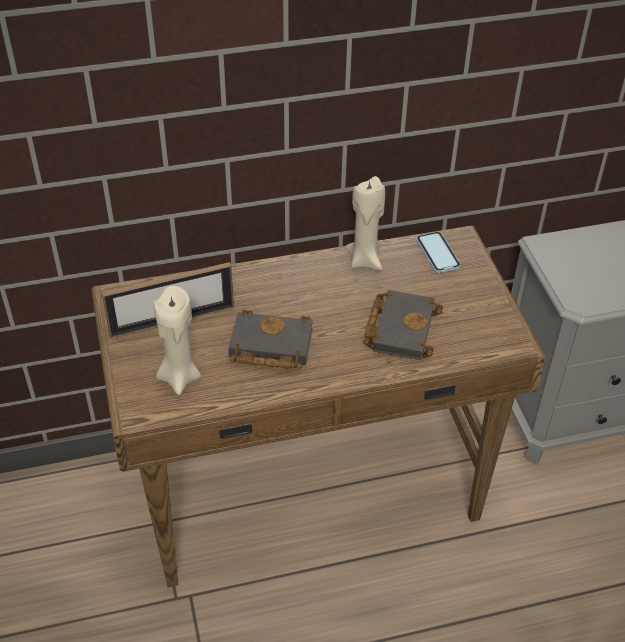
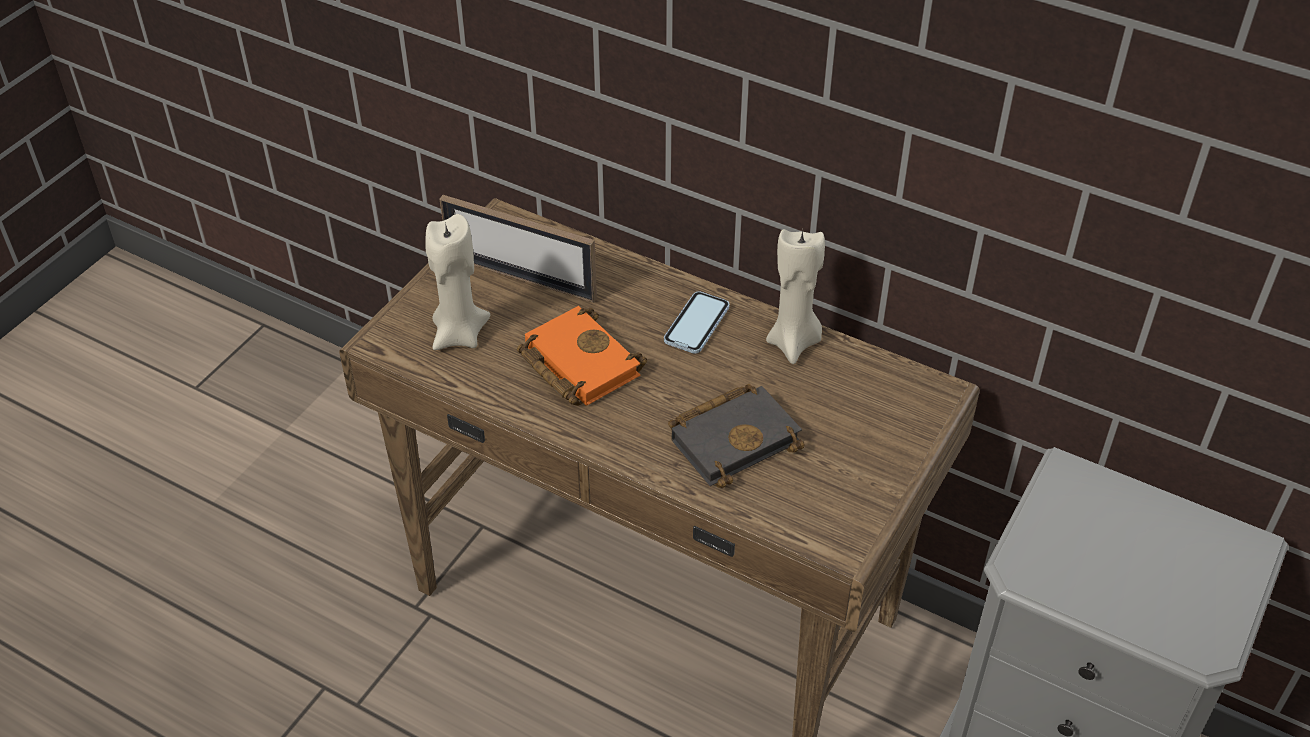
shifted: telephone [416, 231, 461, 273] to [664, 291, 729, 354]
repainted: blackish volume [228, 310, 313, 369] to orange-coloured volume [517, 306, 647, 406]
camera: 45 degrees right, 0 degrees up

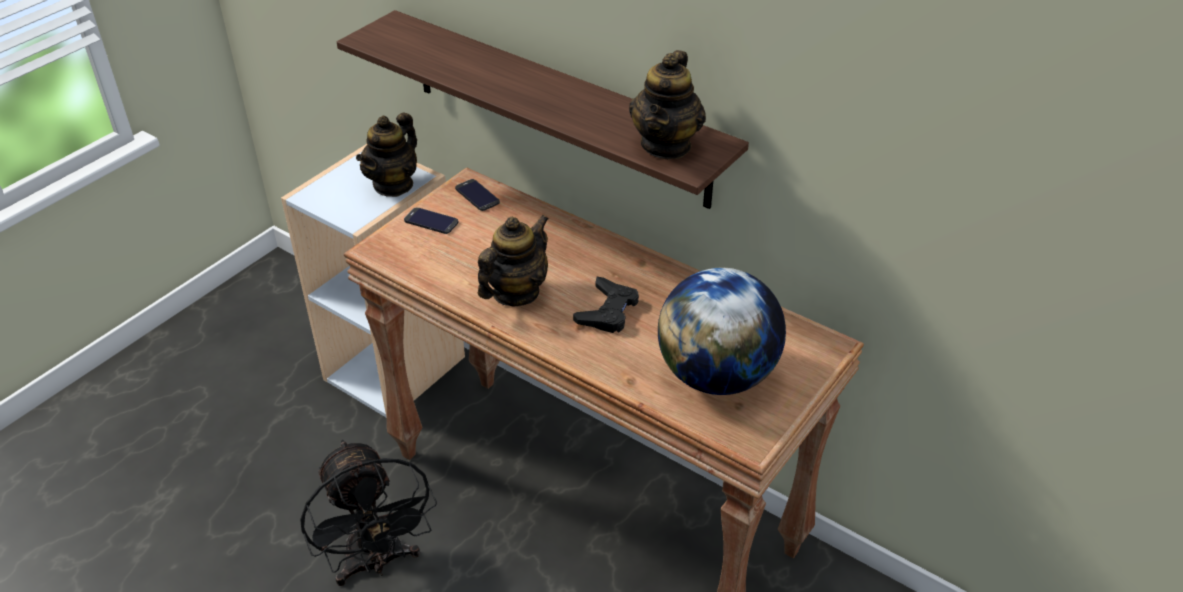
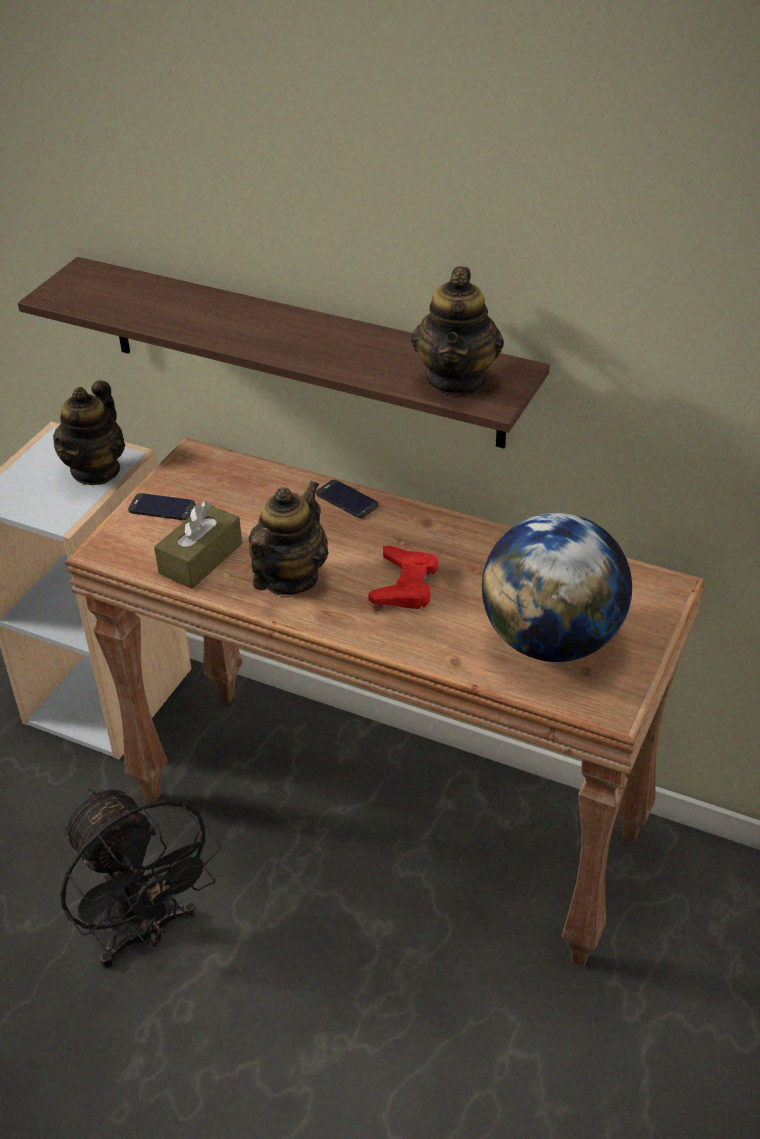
new: brown tissue box [154, 501, 242, 589]
shifted: telephone [455, 179, 500, 211] to [316, 479, 378, 518]
repainted: blackish game controller [573, 277, 639, 333] to red-coloured game controller [368, 546, 438, 609]
camera: 10 degrees left, 0 degrees up

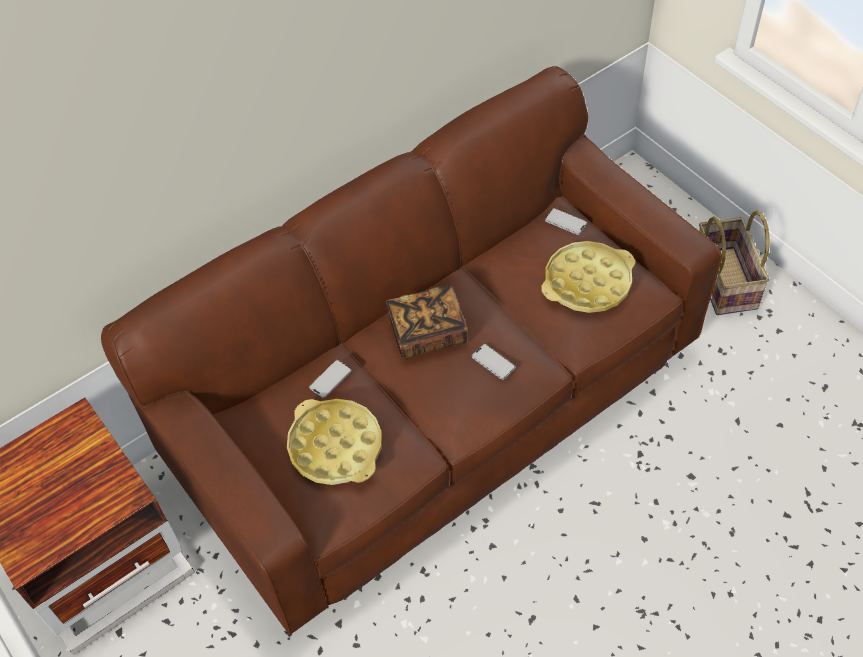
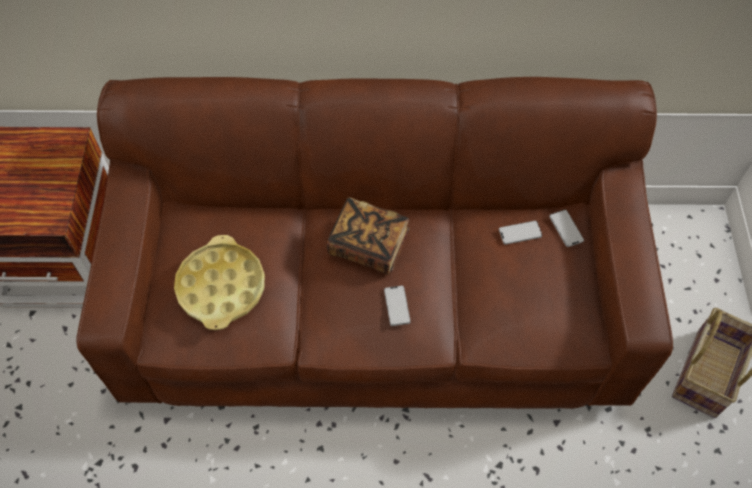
gone: yellow tray [542, 241, 635, 313]
shifted: telephone [309, 360, 351, 398] to [499, 221, 542, 245]
camera: 35 degrees right, 5 degrees up

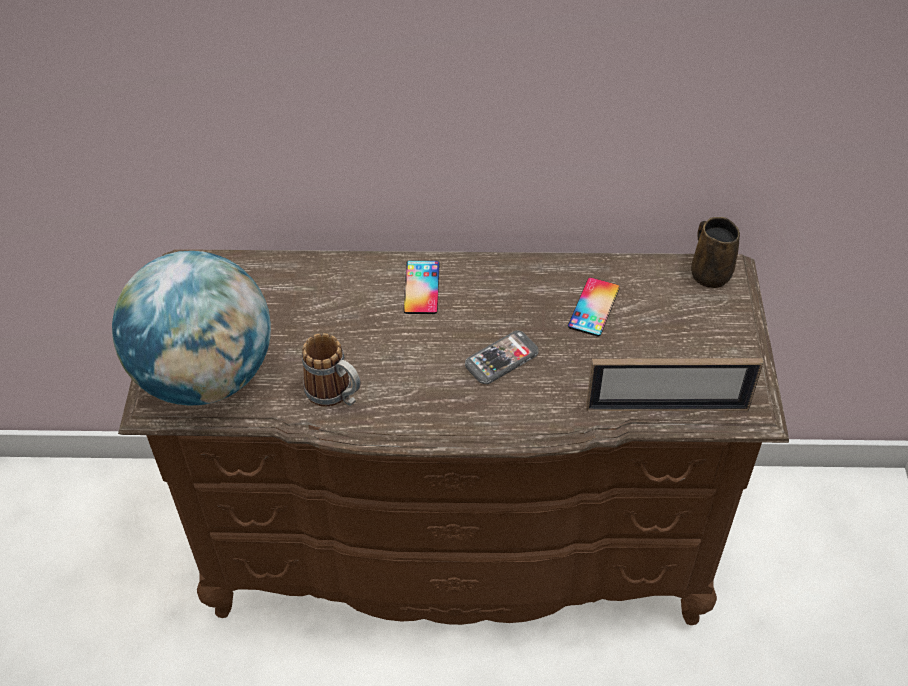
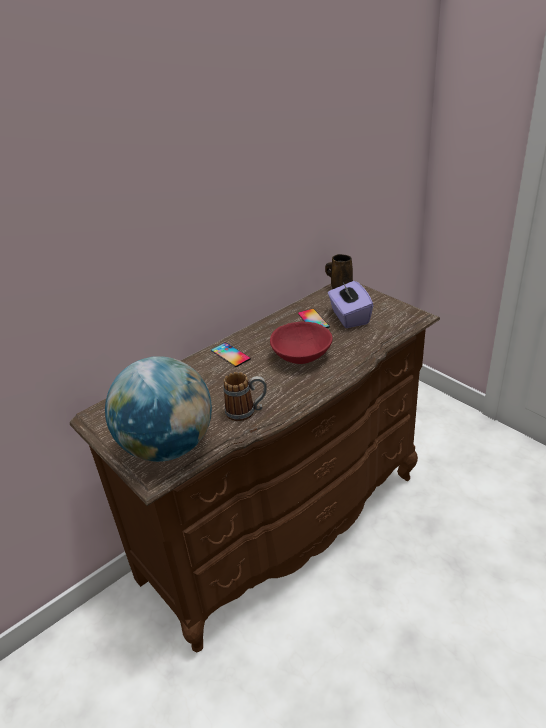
gone: standing frame [586, 358, 763, 411]
new: purplish tissue box [328, 281, 373, 328]
swapped: telephone [465, 330, 539, 384] to red-coloured bowl [270, 322, 333, 364]
camera: 40 degrees left, 15 degrees down

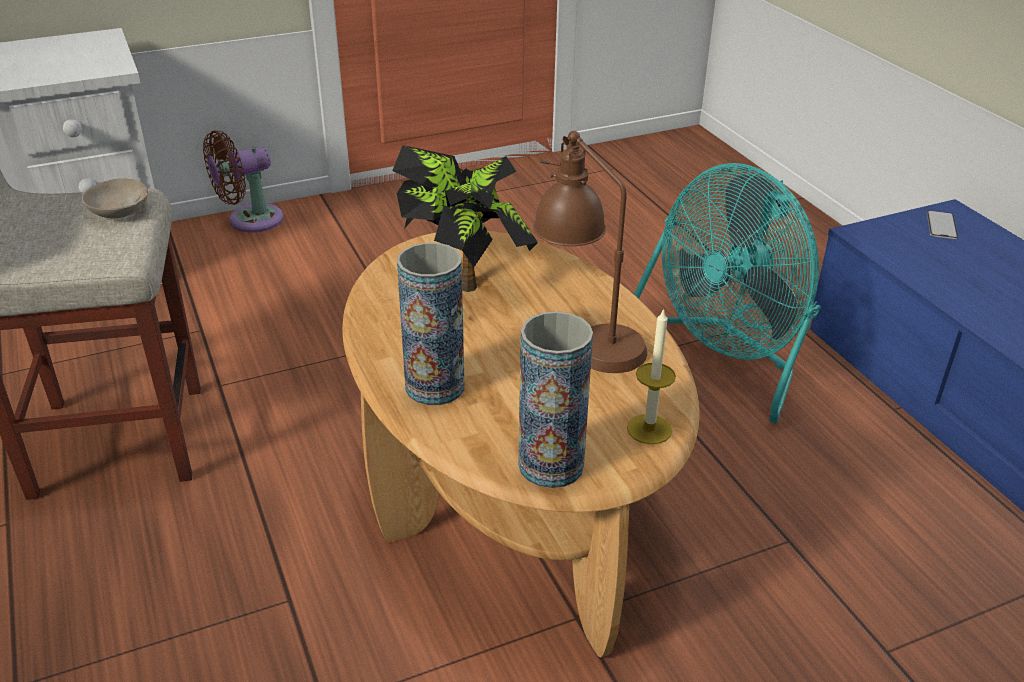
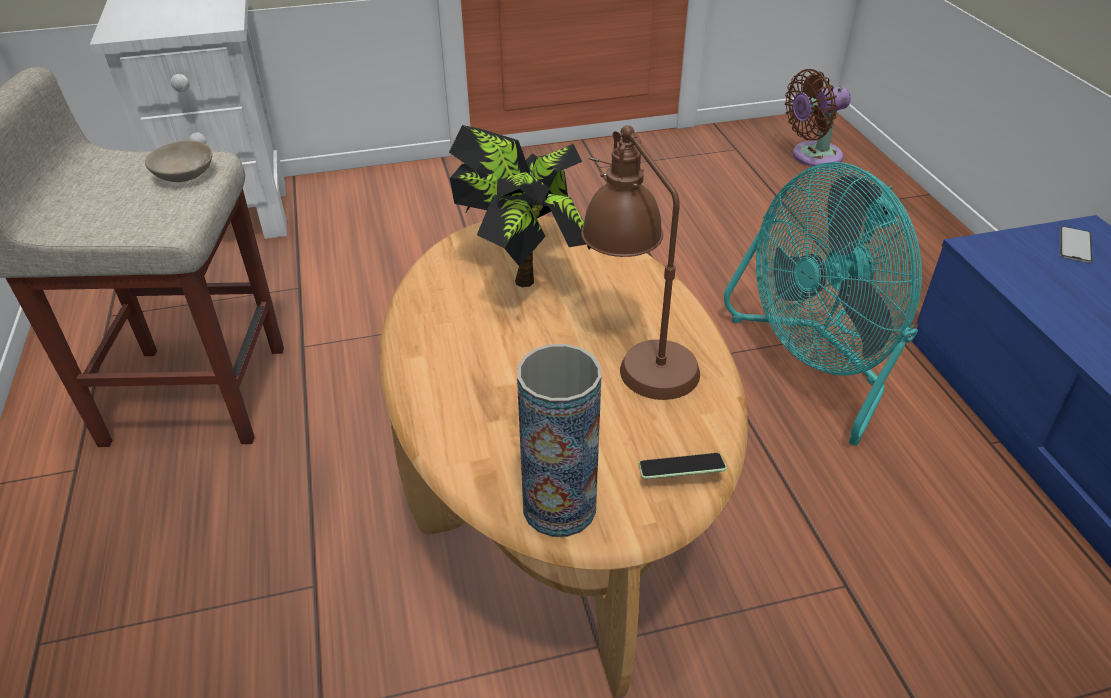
gone: vase [397, 243, 464, 405]
shifted: brown fan [203, 131, 284, 233] to [785, 69, 851, 167]
swapped: wax light [627, 308, 676, 444] to telephone [639, 453, 727, 479]
camera: 10 degrees right, 5 degrees up

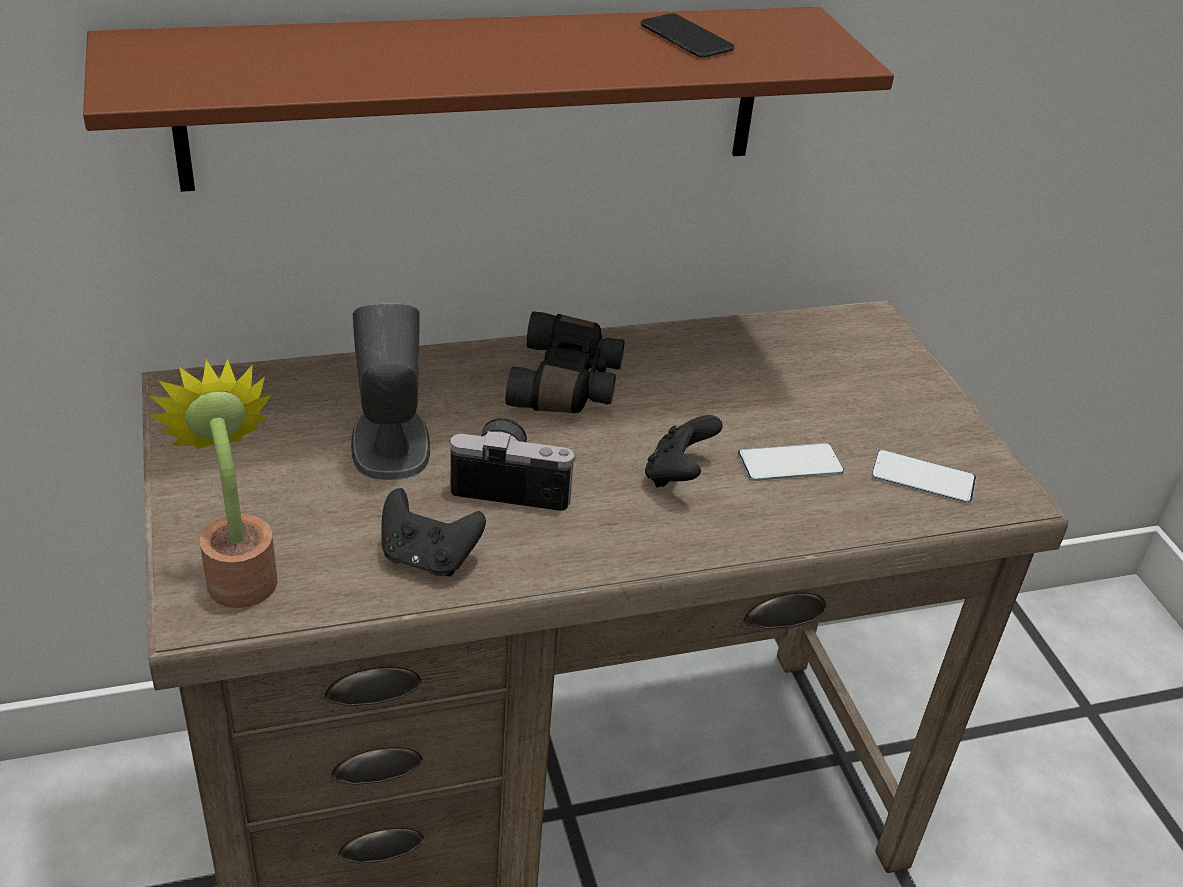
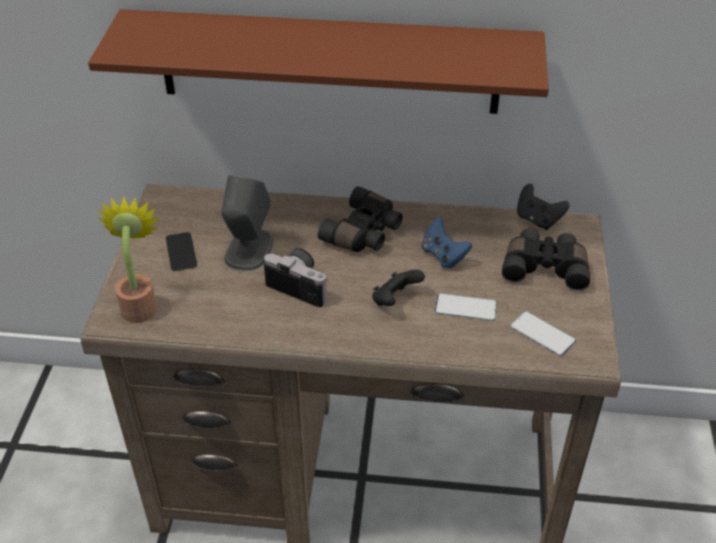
new: bluish game controller [421, 217, 472, 269]; blackish field glasses [502, 228, 590, 291]
shifted: telephone [641, 14, 735, 58] to [166, 232, 197, 271]; blackish game controller [381, 488, 486, 576] to [517, 184, 569, 230]
camera: 25 degrees right, 5 degrees up

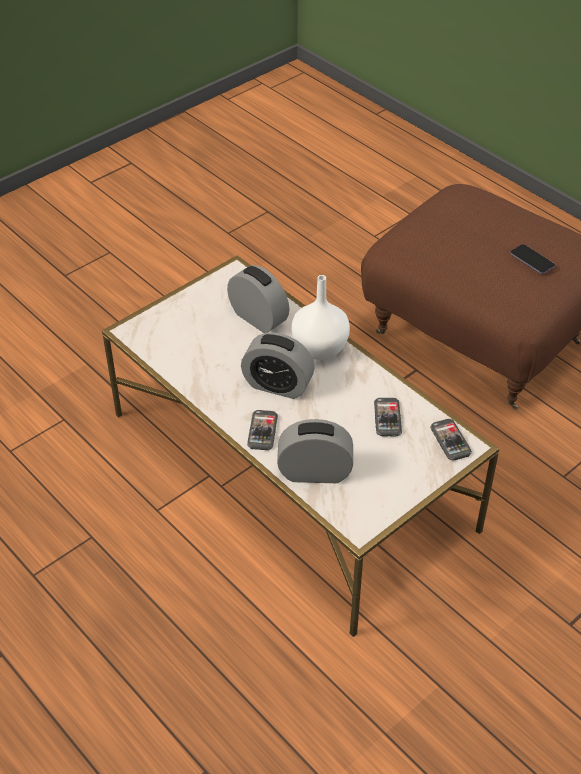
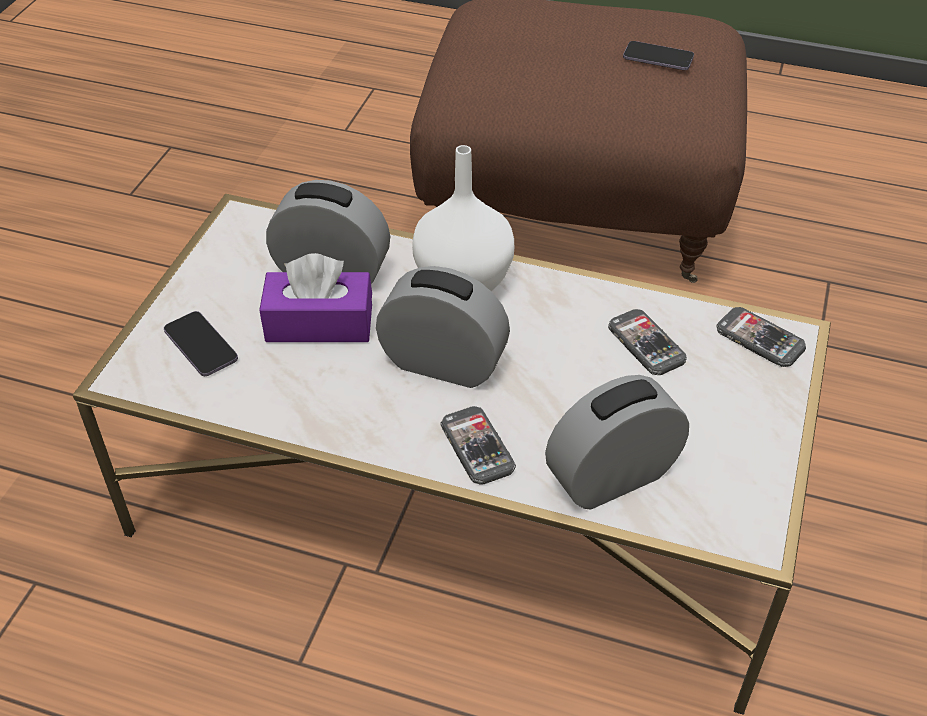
new: telephone [164, 311, 238, 376]; purplish tissue box [259, 253, 372, 342]
rotated: bedside clock [241, 332, 315, 399] = [376, 266, 510, 388] 150 degrees counterclockwise
camera: 30 degrees left, 0 degrees up

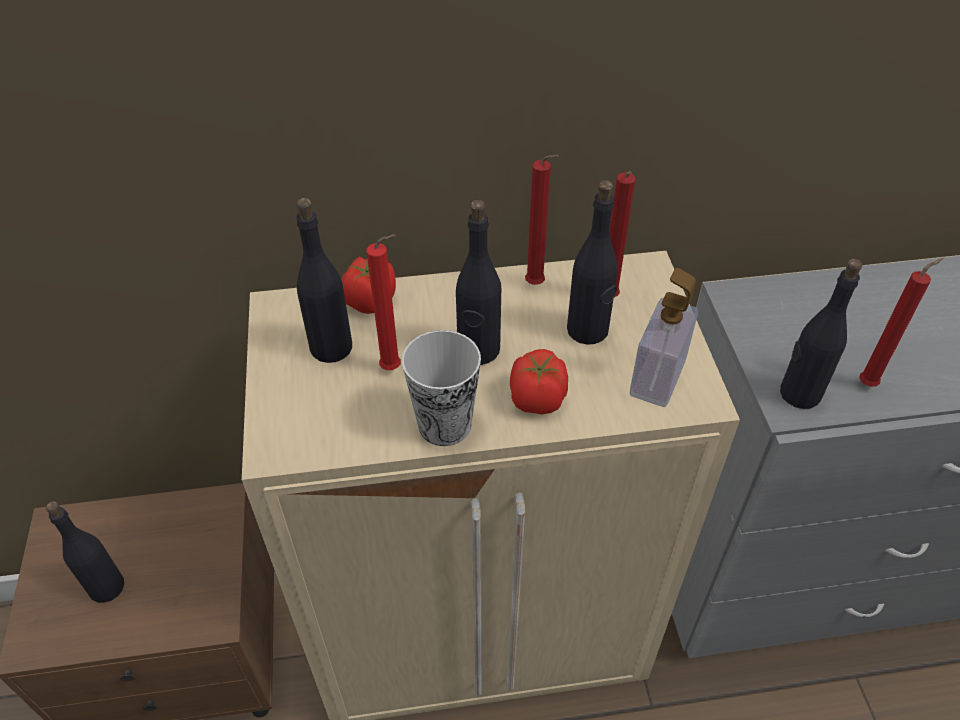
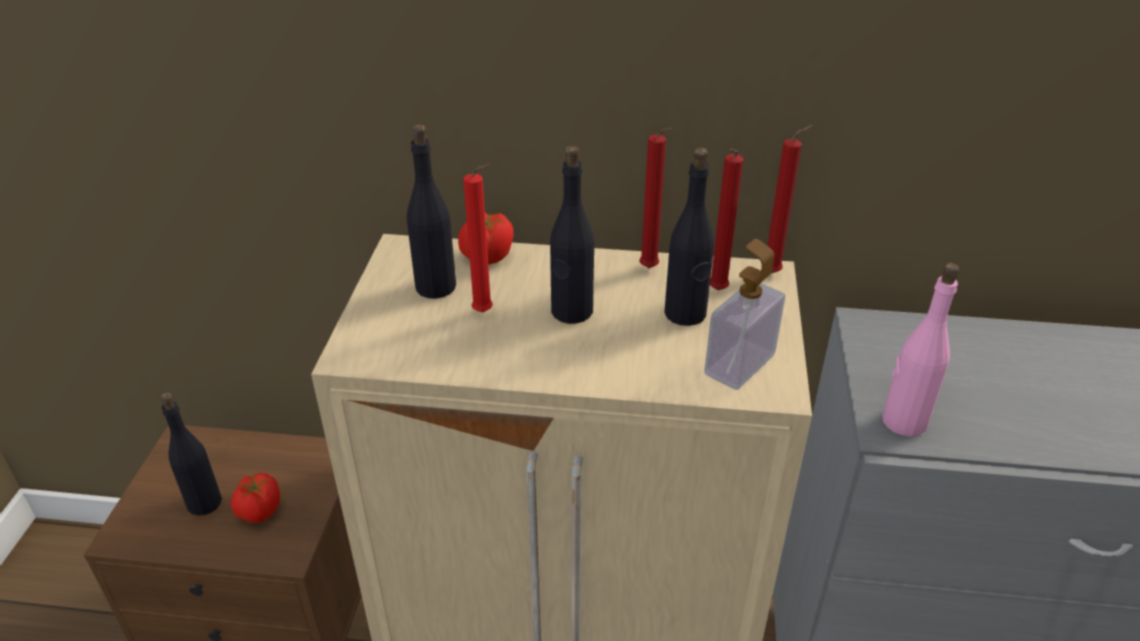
gone: cup [402, 330, 481, 446]
shifted: tomato [510, 349, 568, 414] to [231, 473, 280, 523]; red-coloured wax light [859, 258, 944, 387] to [767, 125, 814, 273]
repainted: blackish bottle [780, 259, 862, 409] to pink bottle [882, 263, 960, 437]
camera: 15 degrees right, 10 degrees down

